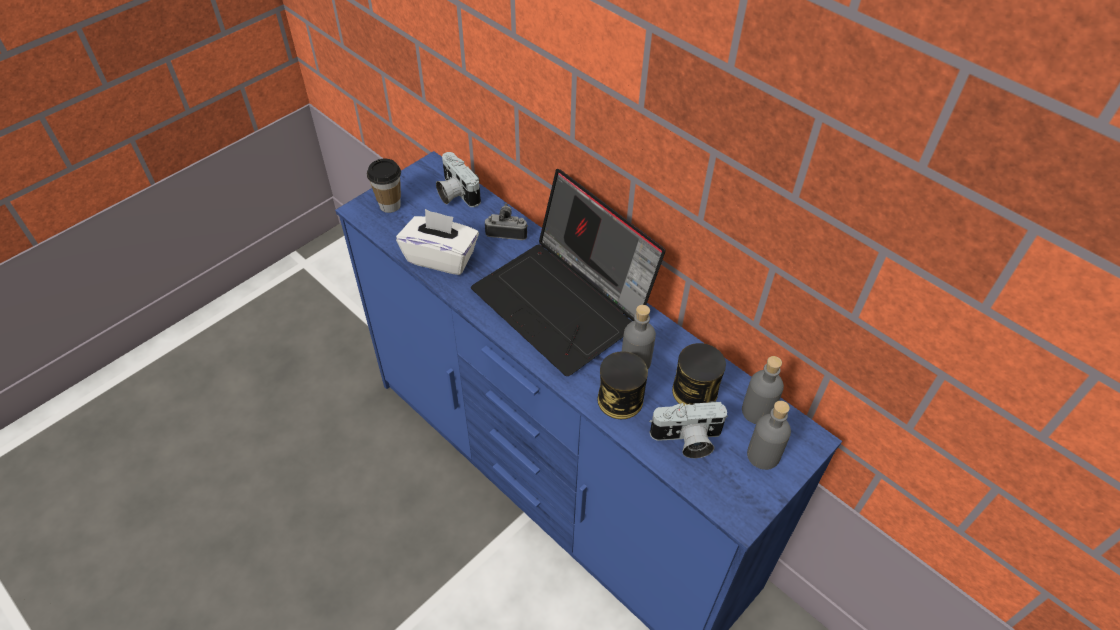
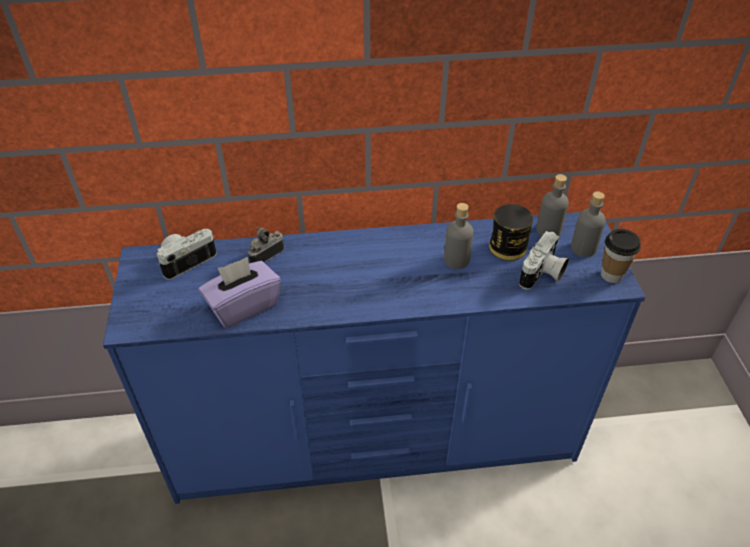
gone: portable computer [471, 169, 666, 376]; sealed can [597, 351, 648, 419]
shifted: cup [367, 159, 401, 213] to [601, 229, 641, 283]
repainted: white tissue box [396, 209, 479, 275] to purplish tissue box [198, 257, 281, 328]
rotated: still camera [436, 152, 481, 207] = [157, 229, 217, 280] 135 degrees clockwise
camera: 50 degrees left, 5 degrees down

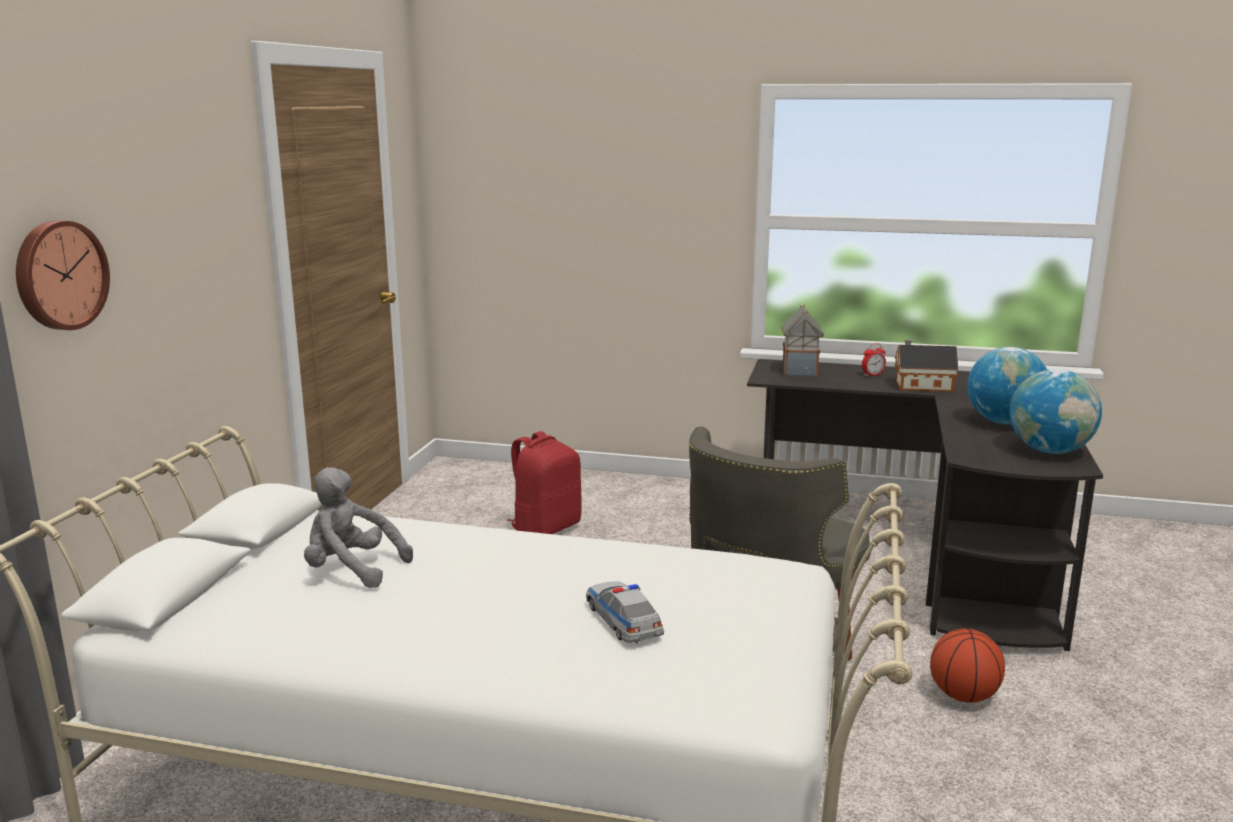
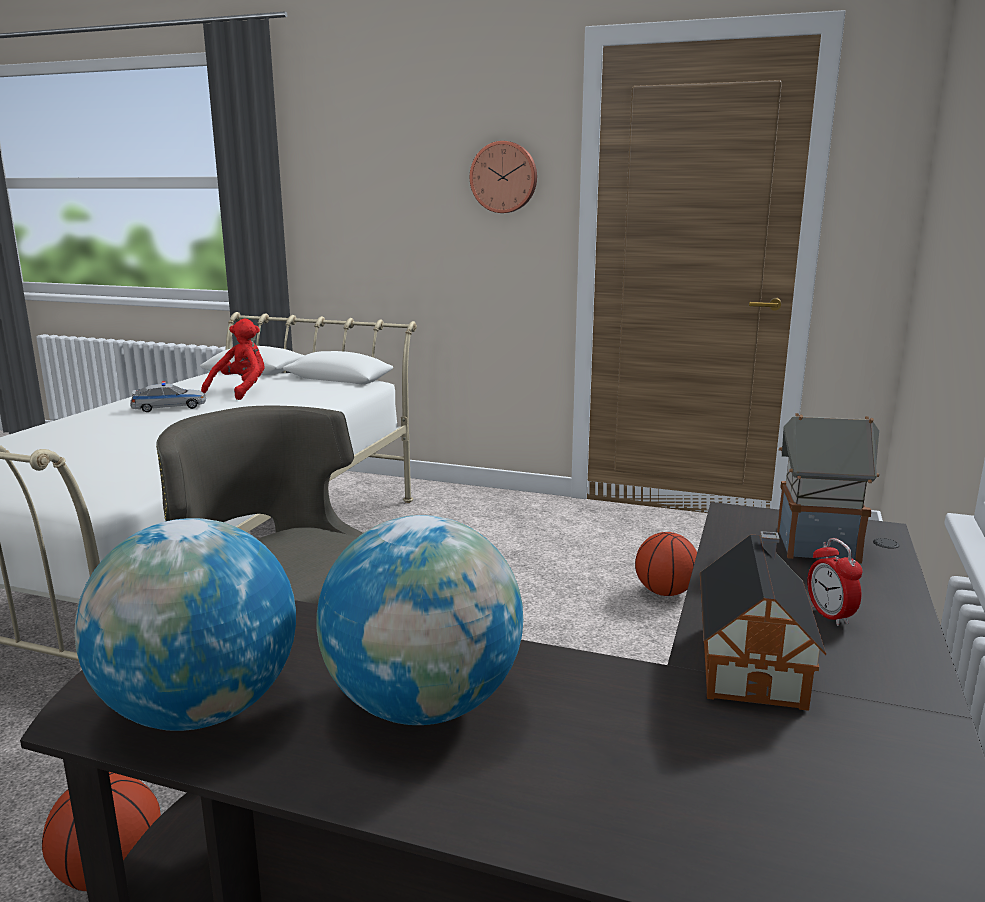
shifted: miniature car [586, 581, 664, 644] to [130, 381, 206, 412]; hanging clock [16, 220, 110, 330] to [470, 141, 537, 213]
swapped: red-coloured knapsack [507, 431, 582, 534] to basketball [635, 532, 697, 596]
repainted: grey plush toy [304, 468, 413, 588] to red-coloured plush toy [201, 319, 264, 400]
camera: 95 degrees right, 0 degrees up

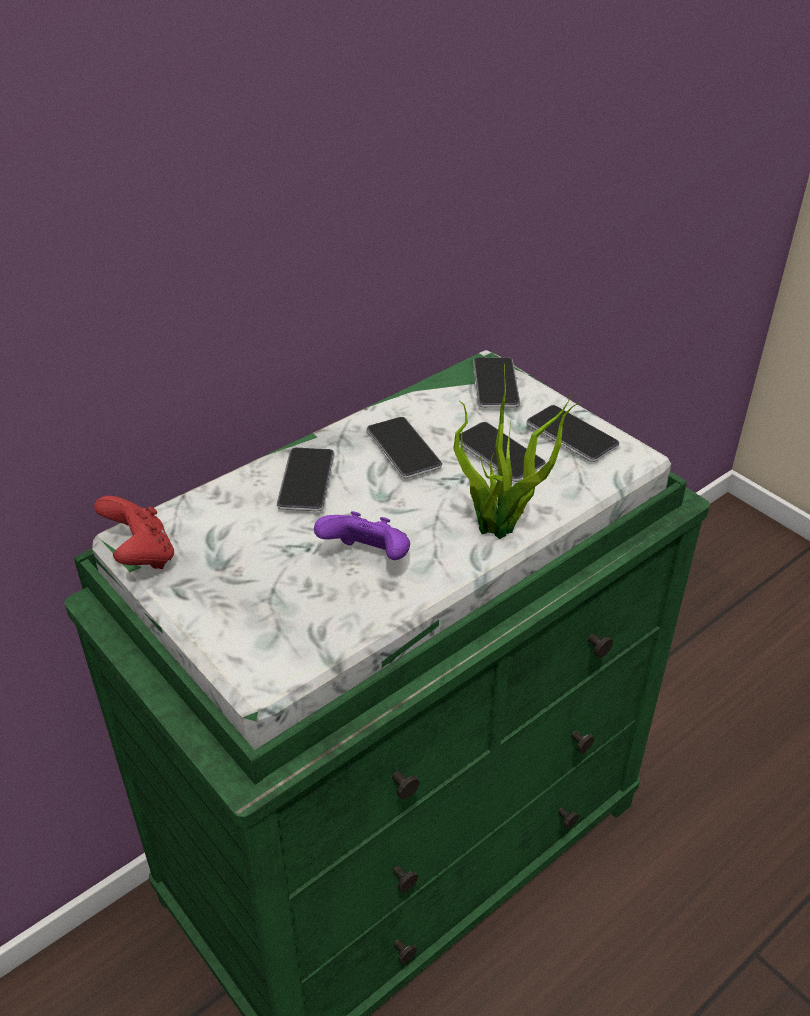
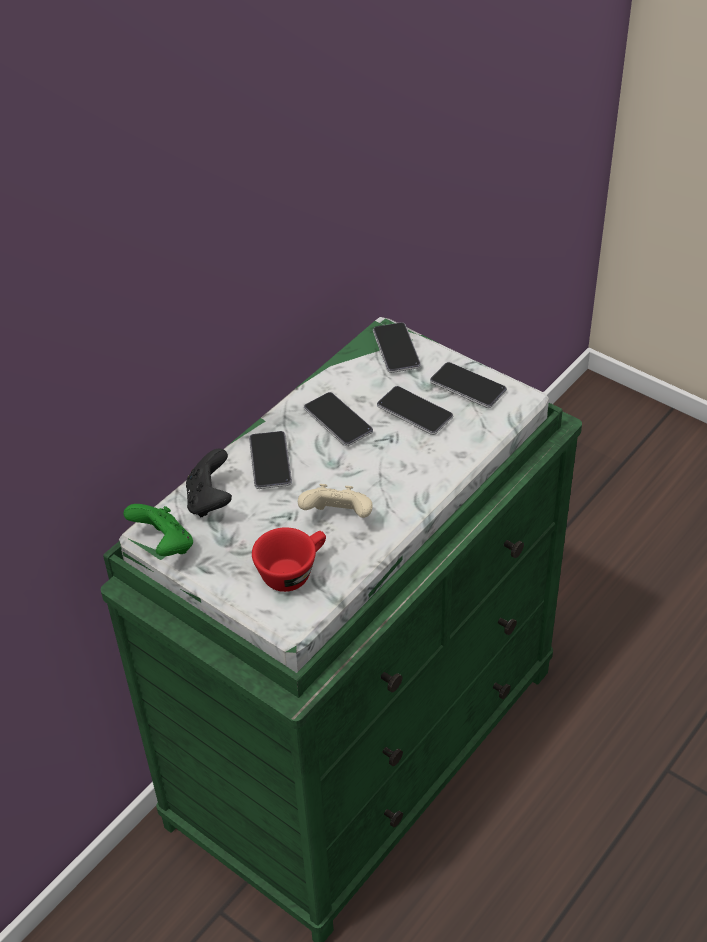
gone: houseplant [453, 364, 580, 539]
new: blackish game controller [186, 448, 232, 517]; red-coloured cup [252, 527, 326, 592]
repainted: red-coloured game controller [94, 496, 174, 569] to green-coloured game controller [123, 504, 193, 556]; purplish game controller [314, 511, 410, 560] to beige game controller [298, 484, 373, 518]
camera: 10 degrees left, 5 degrees up

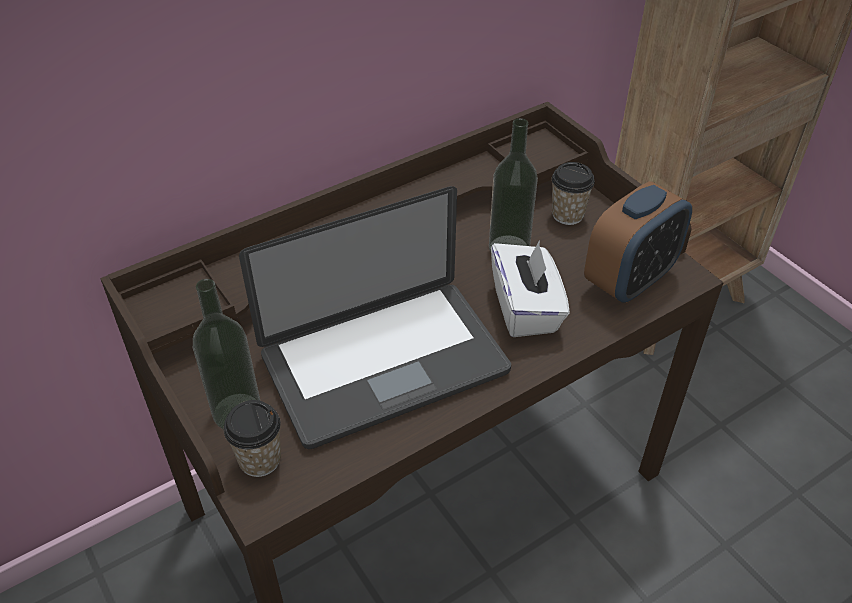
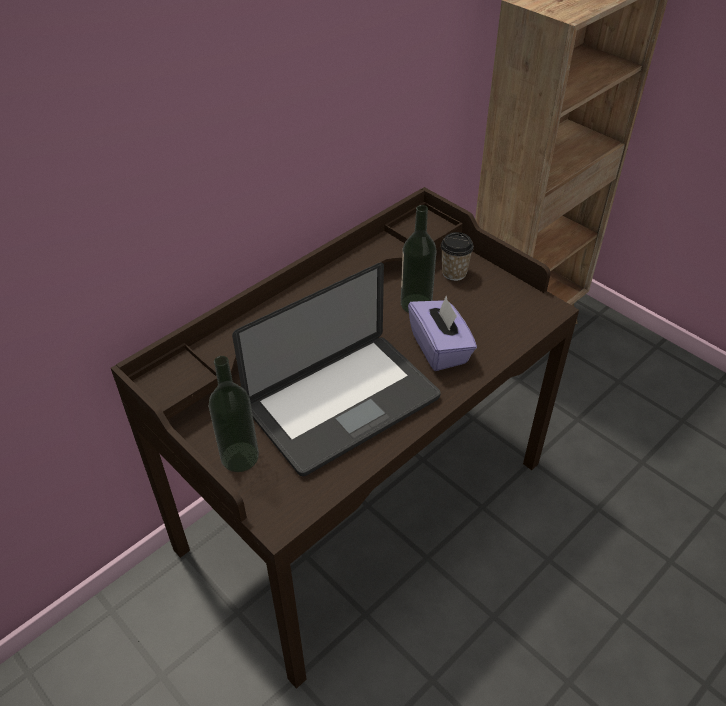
gone: cup [223, 400, 281, 477]; bedside clock [584, 181, 692, 303]
repainted: white tissue box [491, 241, 570, 337] to purplish tissue box [408, 296, 477, 371]
camera: 10 degrees left, 0 degrees up

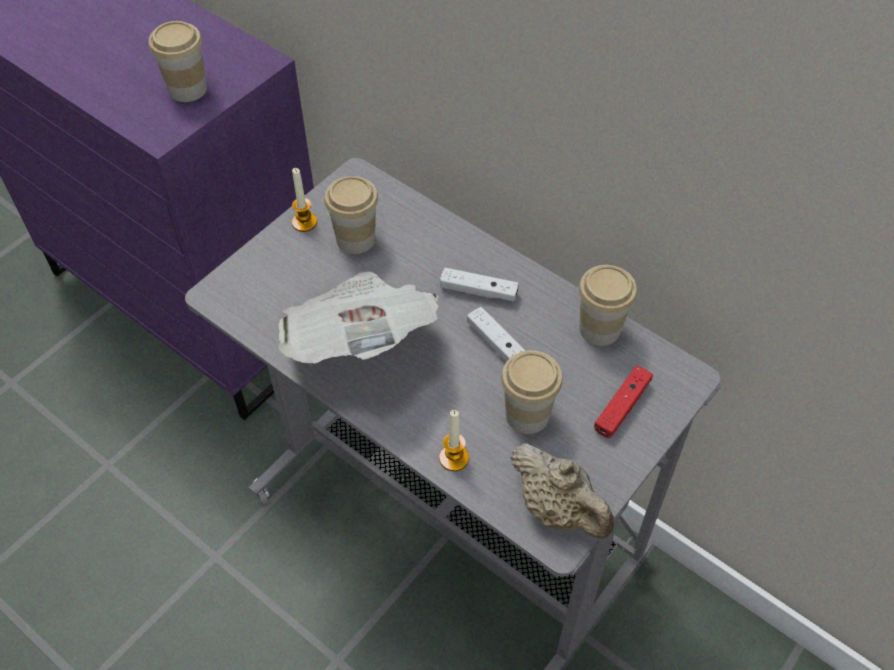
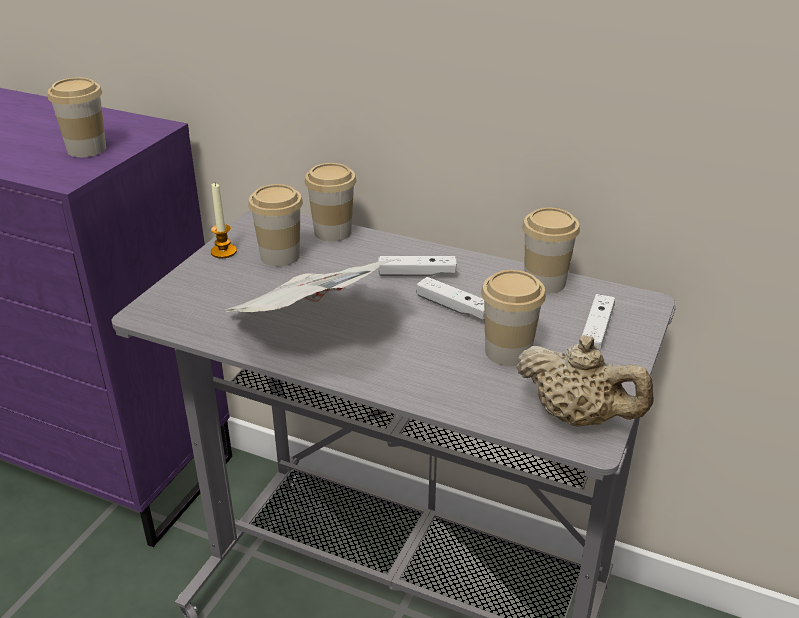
gone: wax light [439, 410, 469, 471]
new: cup [305, 163, 356, 242]
repainted: red-coloured game controller [594, 365, 653, 438] to white game controller [582, 294, 615, 350]
camera: 15 degrees left, 20 degrees down

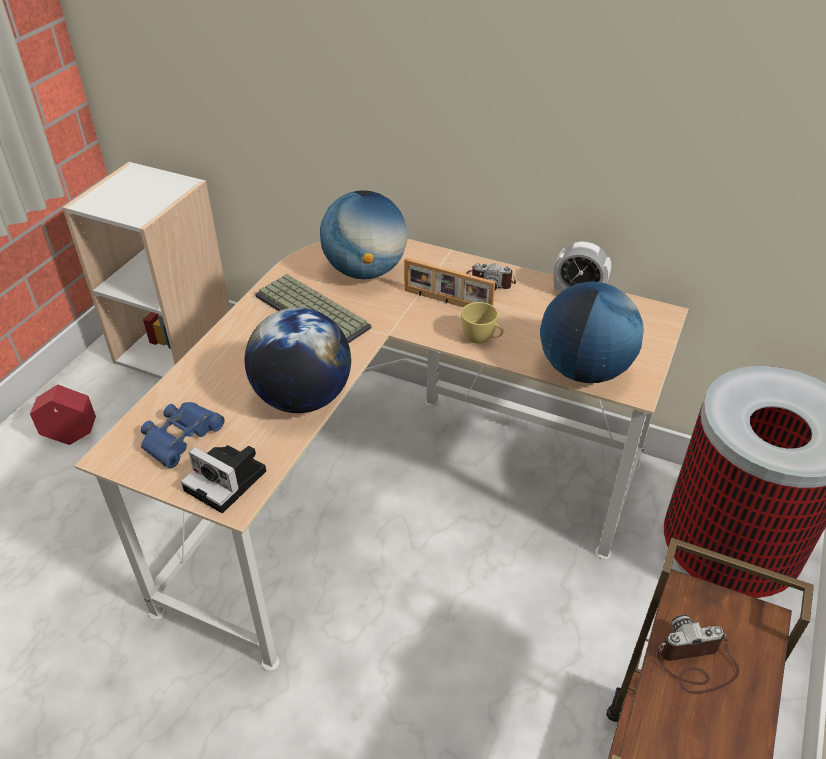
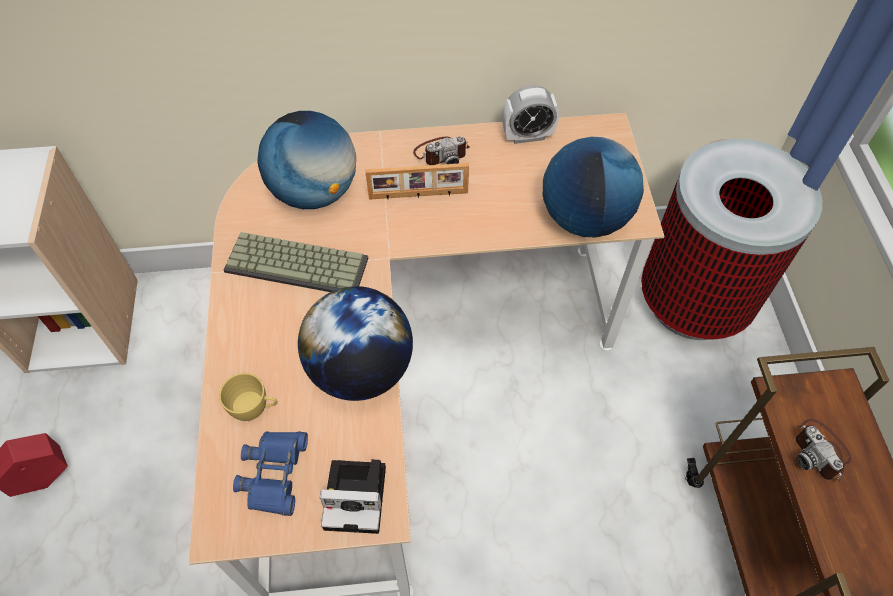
shifted: yellow cup [461, 302, 503, 344] to [219, 373, 278, 421]
rotated: still camera [657, 615, 740, 694] = [796, 419, 851, 481] 75 degrees counterclockwise
camera: 30 degrees left, 15 degrees up

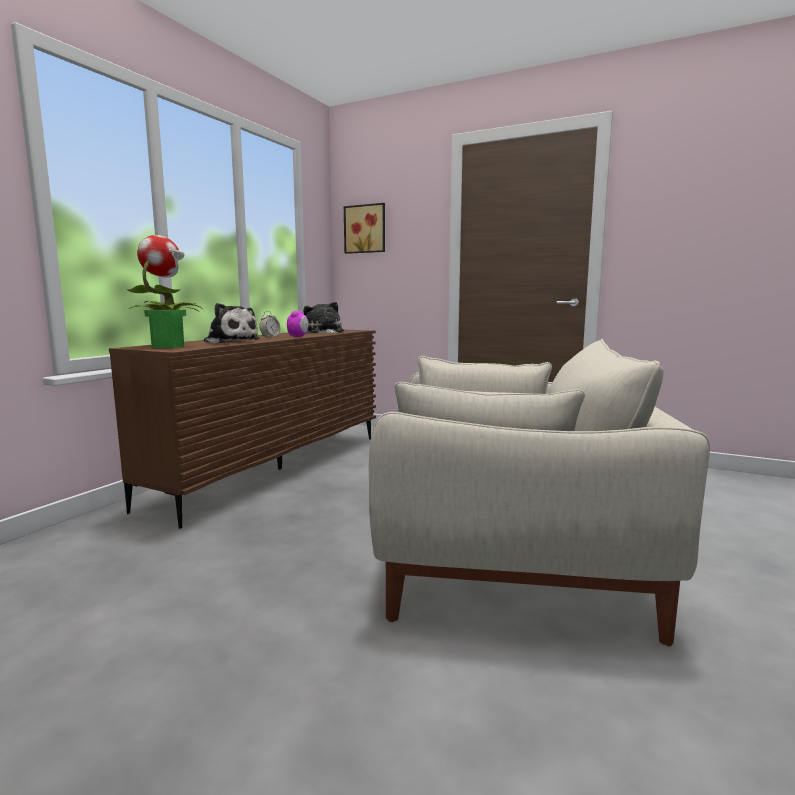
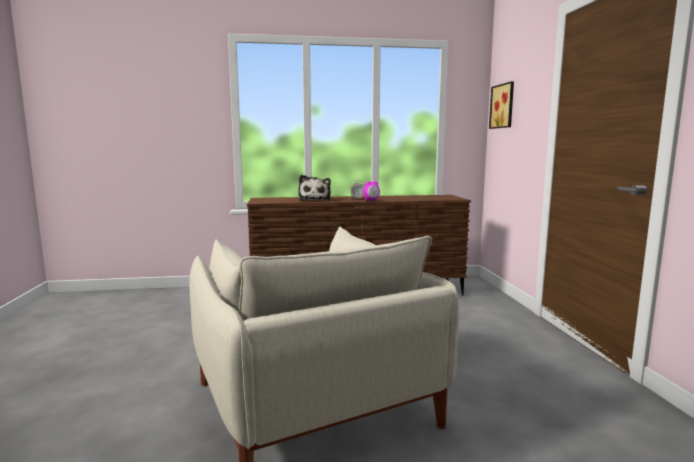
gone: houseplant [127, 235, 203, 348]; plush toy [303, 302, 344, 334]
camera: 55 degrees right, 0 degrees up

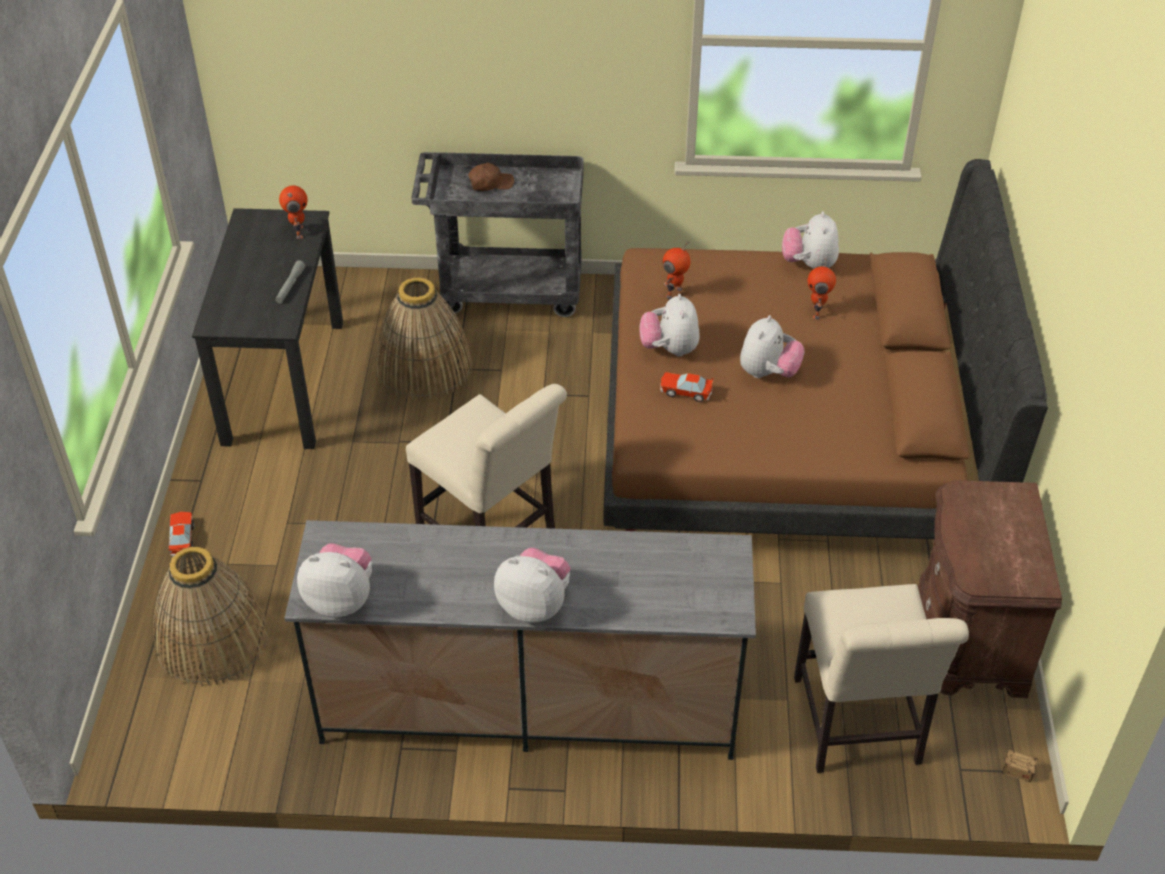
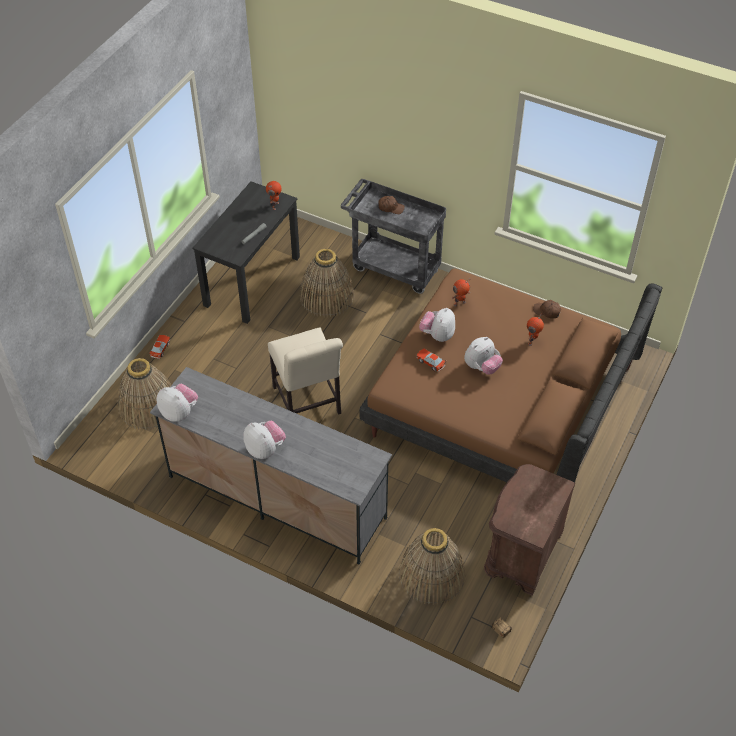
swapped: beige plain chair [794, 584, 969, 773] to storage basket [399, 528, 465, 605]; plush toy [782, 211, 839, 269] to brown baseball cap [533, 300, 561, 318]
camera: 25 degrees right, 5 degrees up

